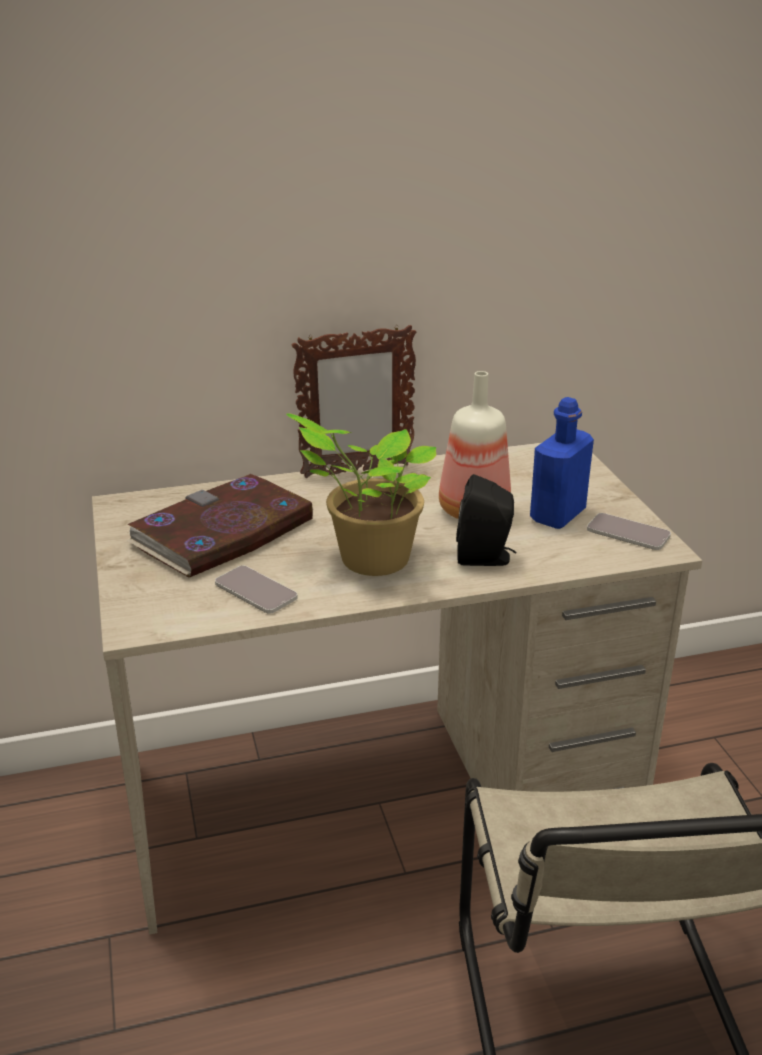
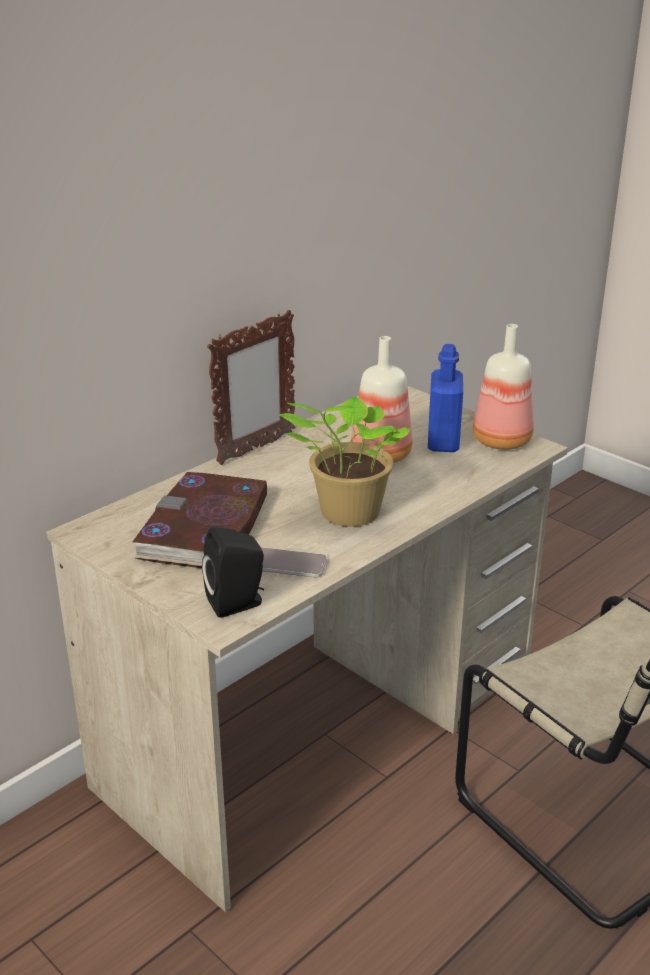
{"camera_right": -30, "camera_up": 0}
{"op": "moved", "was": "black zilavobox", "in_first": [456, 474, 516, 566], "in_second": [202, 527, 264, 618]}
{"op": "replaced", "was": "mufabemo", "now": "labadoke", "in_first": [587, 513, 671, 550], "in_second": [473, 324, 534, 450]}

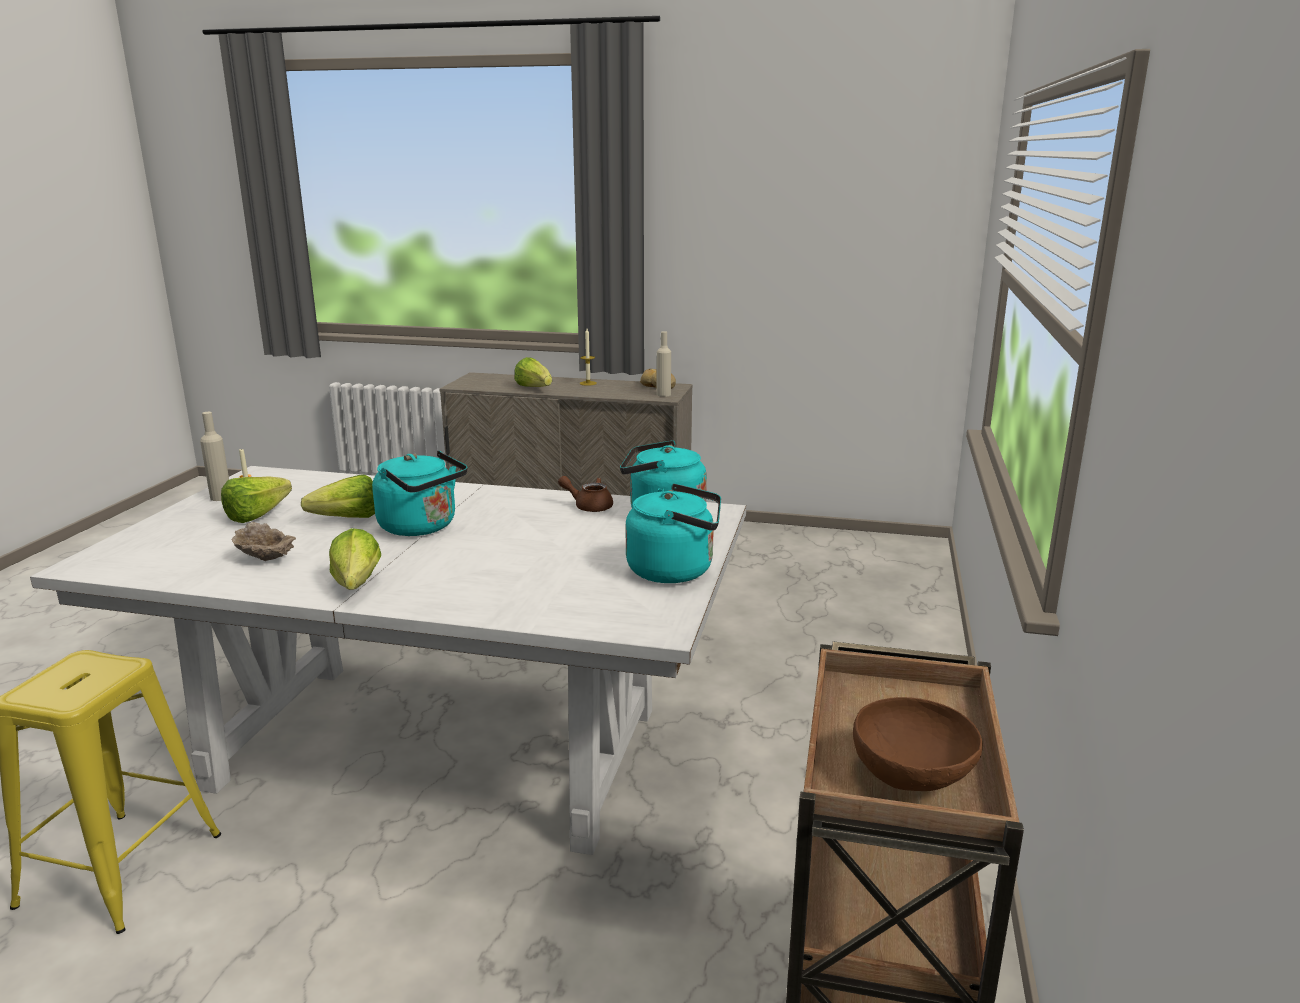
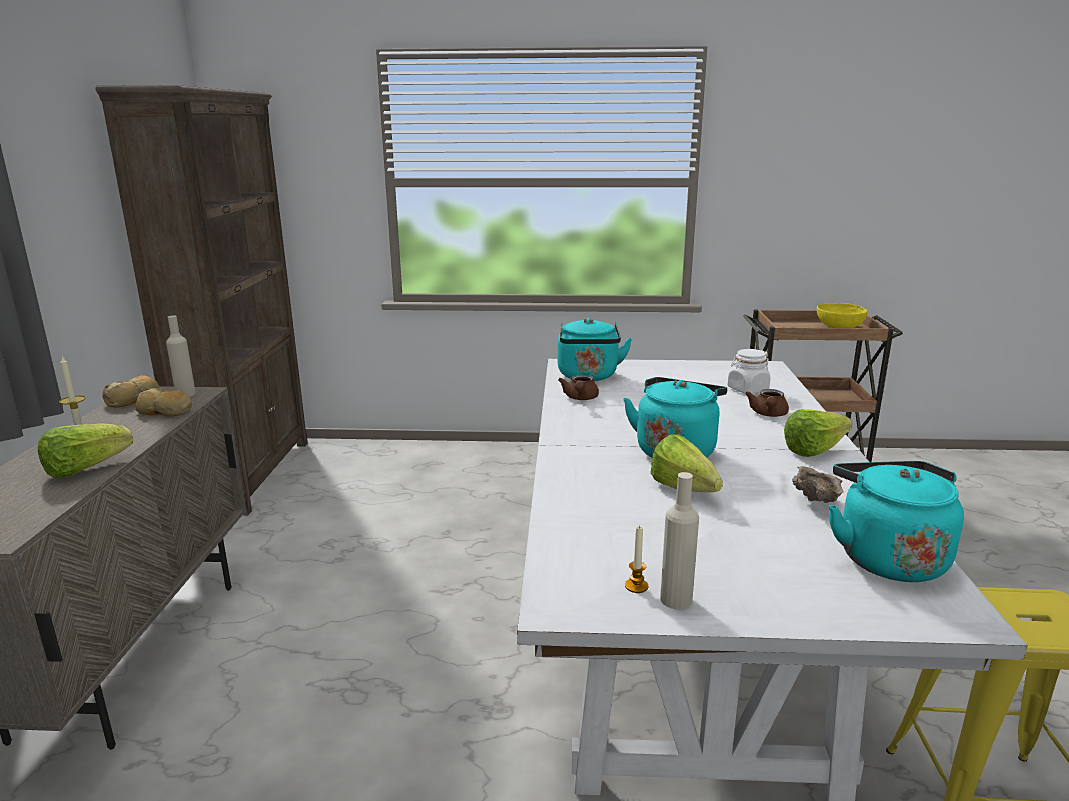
{"camera_right": -100, "camera_up": 0}
{"op": "removed", "was": "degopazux", "in_first": [221, 476, 292, 523]}
{"op": "added", "now": "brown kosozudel", "in_second": [95, 85, 308, 515]}
{"op": "added", "now": "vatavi", "in_second": [135, 388, 192, 417]}
{"op": "added", "now": "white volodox", "in_second": [727, 349, 770, 394]}
{"op": "added", "now": "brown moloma", "in_second": [745, 389, 789, 417]}
{"op": "moved", "was": "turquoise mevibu", "in_first": [626, 484, 721, 583], "in_second": [829, 461, 964, 582]}
{"op": "recoloured", "was": "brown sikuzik", "now": "yellow sikuzik", "in_first": [853, 697, 983, 791], "in_second": [817, 303, 867, 328]}

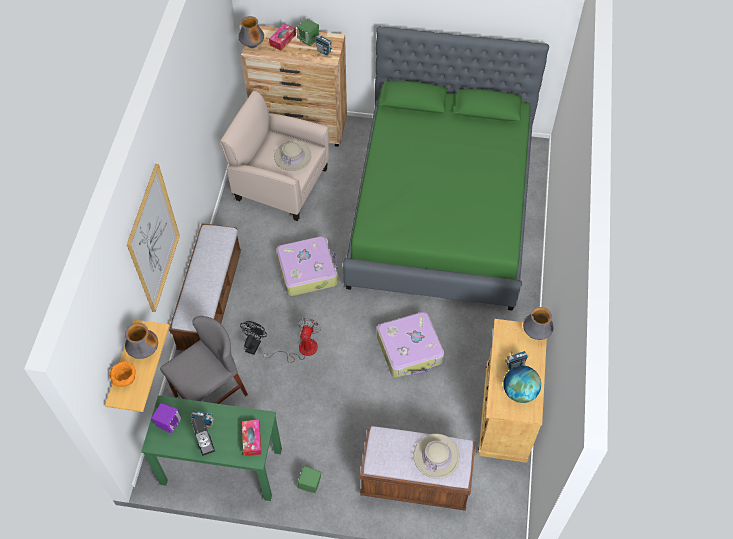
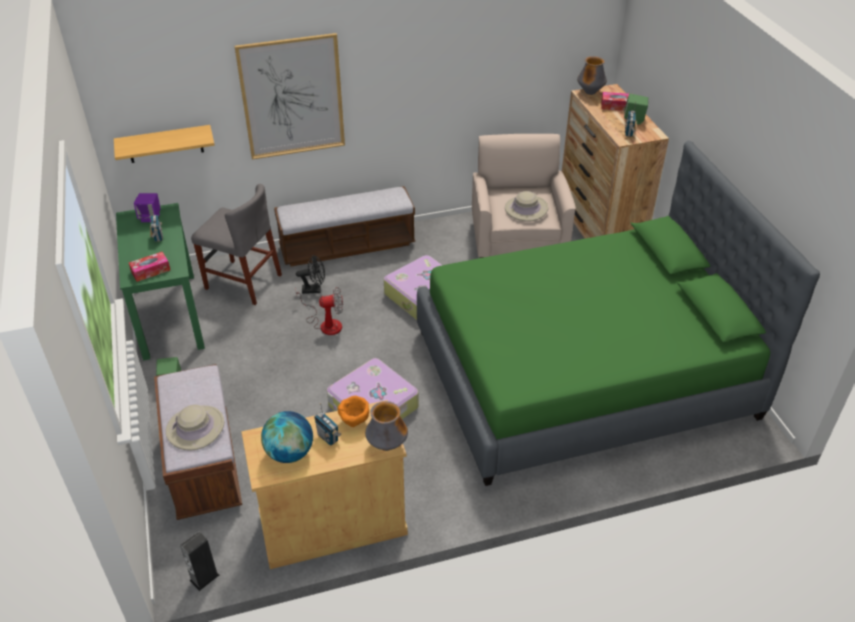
{"camera_right": 65, "camera_up": -15}
{"op": "removed", "was": "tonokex", "in_first": [125, 323, 158, 359]}
{"op": "moved", "was": "orange sikuzik", "in_first": [110, 361, 136, 387], "in_second": [338, 396, 369, 427]}
{"op": "moved", "was": "zilavobox", "in_first": [191, 416, 215, 456], "in_second": [180, 531, 219, 591]}

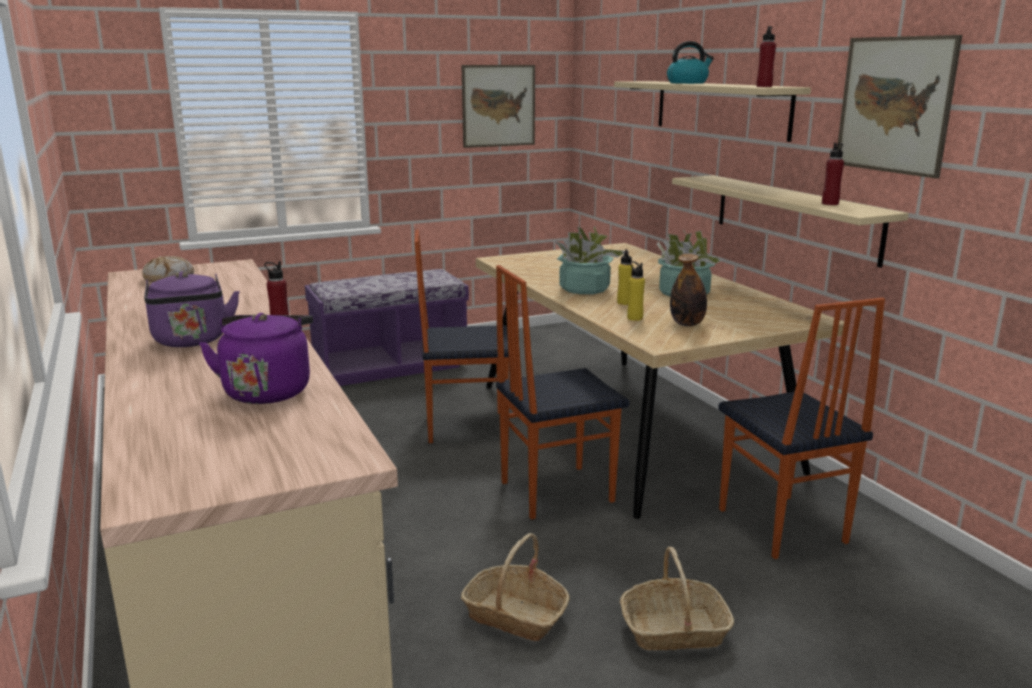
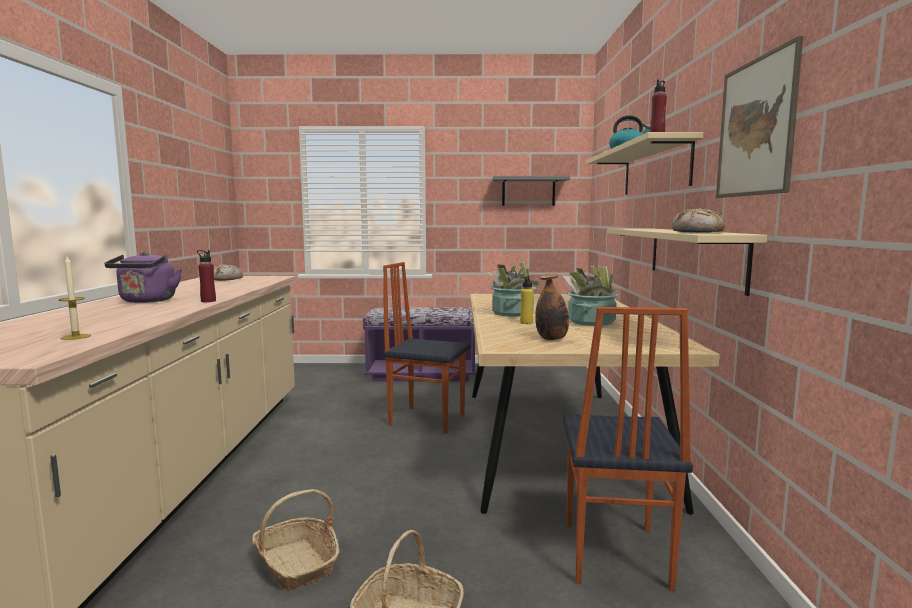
{"camera_right": 25, "camera_up": -10}
{"op": "removed", "was": "purple mevibu", "in_first": [199, 313, 313, 404]}
{"op": "removed", "was": "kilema", "in_first": [496, 265, 629, 520]}
{"op": "removed", "was": "yellow labadoke", "in_first": [627, 261, 645, 321]}
{"op": "added", "now": "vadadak", "in_second": [59, 256, 91, 340]}
{"op": "replaced", "was": "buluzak", "now": "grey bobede", "in_first": [462, 65, 535, 148], "in_second": [492, 176, 570, 206]}
{"op": "replaced", "was": "red labadoke", "now": "vatavi", "in_first": [822, 142, 844, 205], "in_second": [672, 208, 725, 233]}

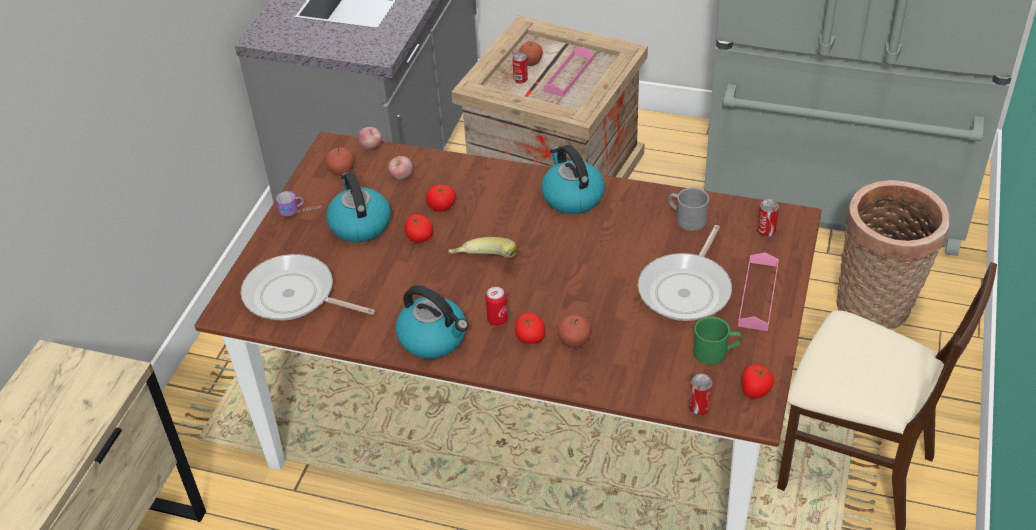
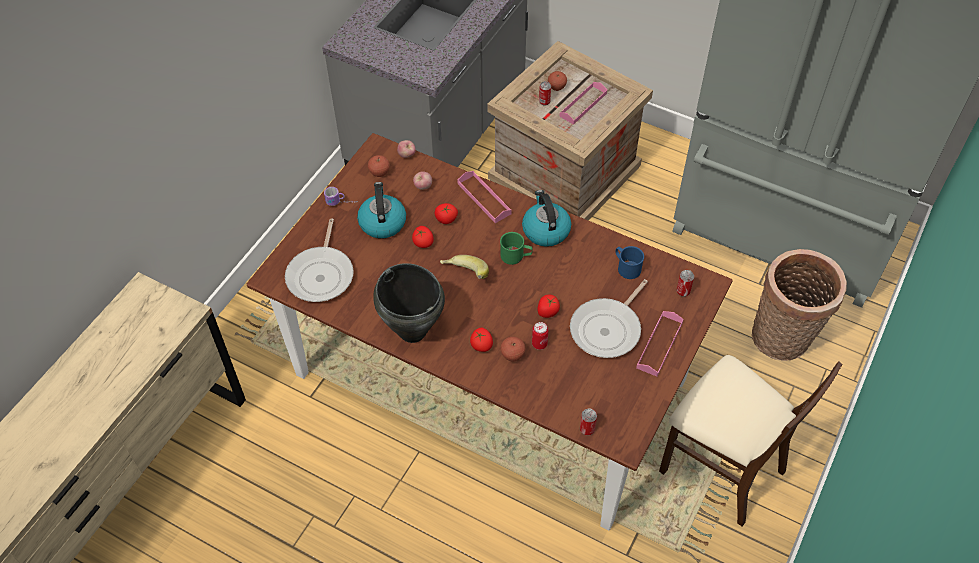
{"camera_right": 10, "camera_up": 10}
{"op": "added", "now": "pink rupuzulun", "in_second": [458, 171, 512, 223]}
{"op": "moved", "was": "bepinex", "in_first": [485, 286, 508, 326], "in_second": [532, 322, 548, 350]}
{"op": "moved", "was": "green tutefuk", "in_first": [693, 317, 742, 365], "in_second": [500, 232, 533, 265]}
{"op": "moved", "was": "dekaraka", "in_first": [742, 364, 774, 399], "in_second": [537, 295, 560, 318]}
{"op": "replaced", "was": "mevibu", "now": "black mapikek", "in_first": [396, 285, 468, 359], "in_second": [373, 263, 445, 343]}
{"op": "recoloured", "was": "grey tutefuk", "now": "blue tutefuk", "in_first": [669, 188, 709, 231], "in_second": [615, 246, 644, 279]}
{"op": "turned", "was": "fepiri", "in_first": [241, 254, 375, 321], "in_second": [285, 218, 354, 302], "clockwise": -120}

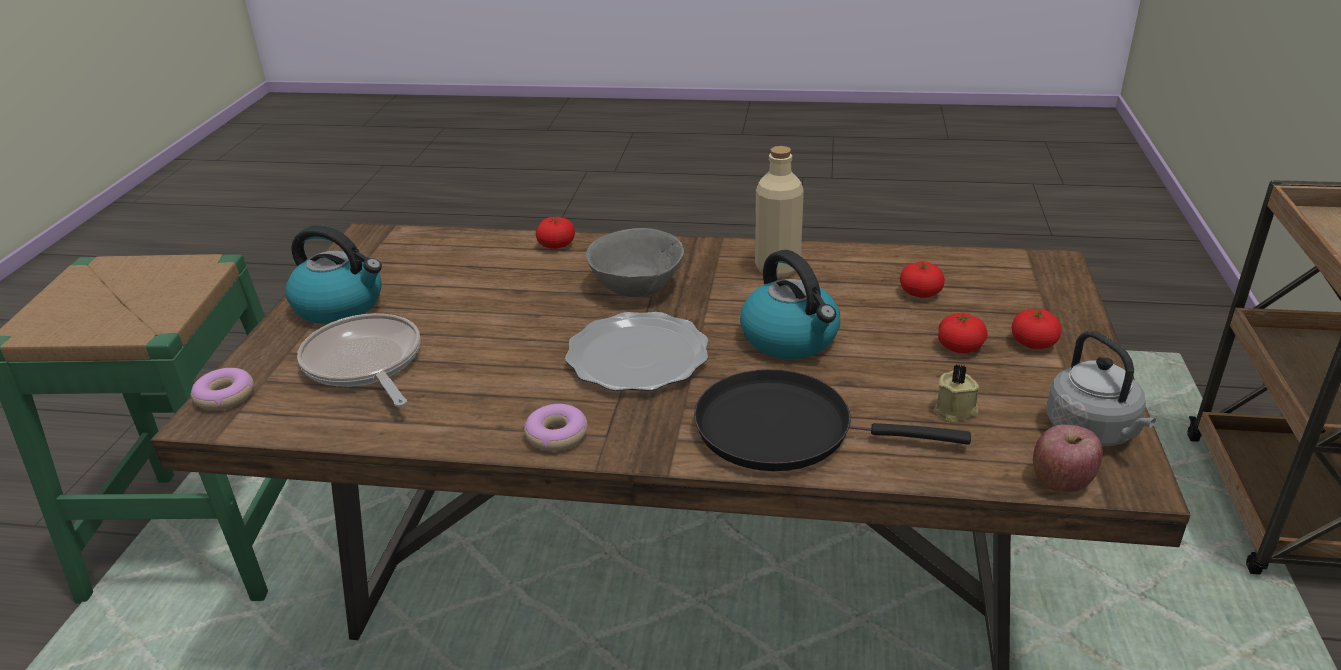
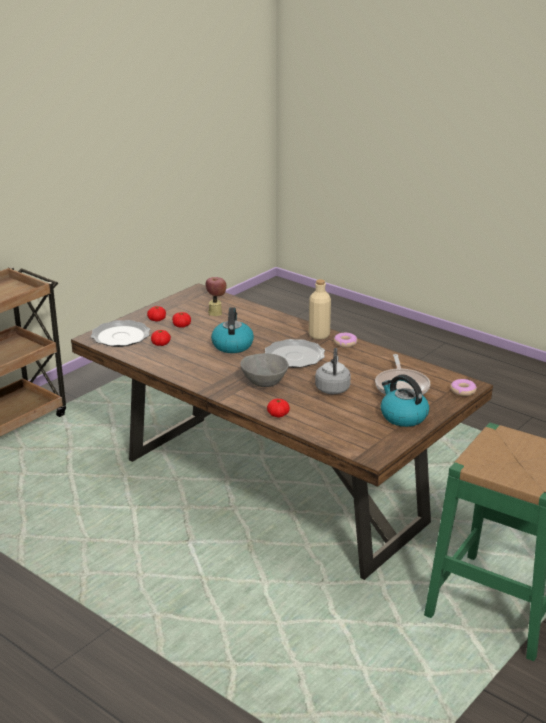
{"camera_right": -150, "camera_up": -5}
{"op": "removed", "was": "black fepiri", "in_first": [694, 369, 971, 471]}
{"op": "added", "now": "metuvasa", "in_second": [91, 320, 150, 347]}
{"op": "moved", "was": "beige labadoke", "in_first": [755, 146, 804, 277], "in_second": [309, 279, 331, 340]}
{"op": "moved", "was": "grey mevibu", "in_first": [1047, 330, 1156, 446], "in_second": [315, 348, 351, 394]}

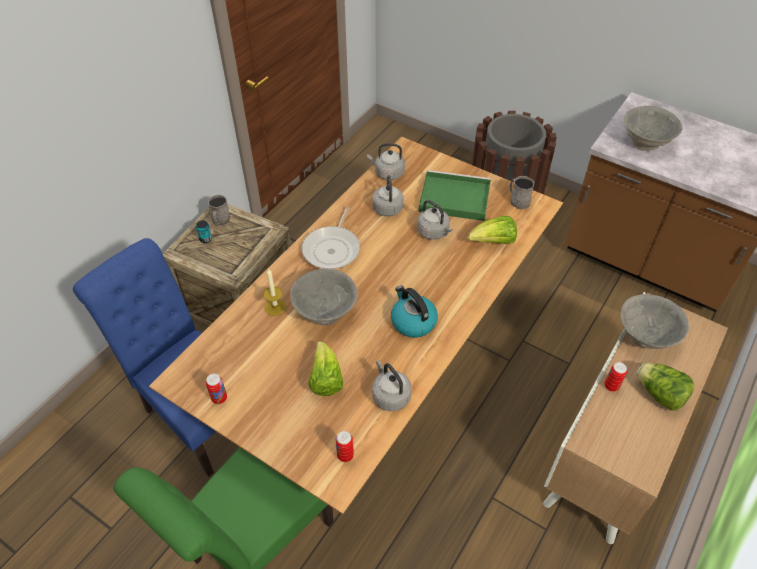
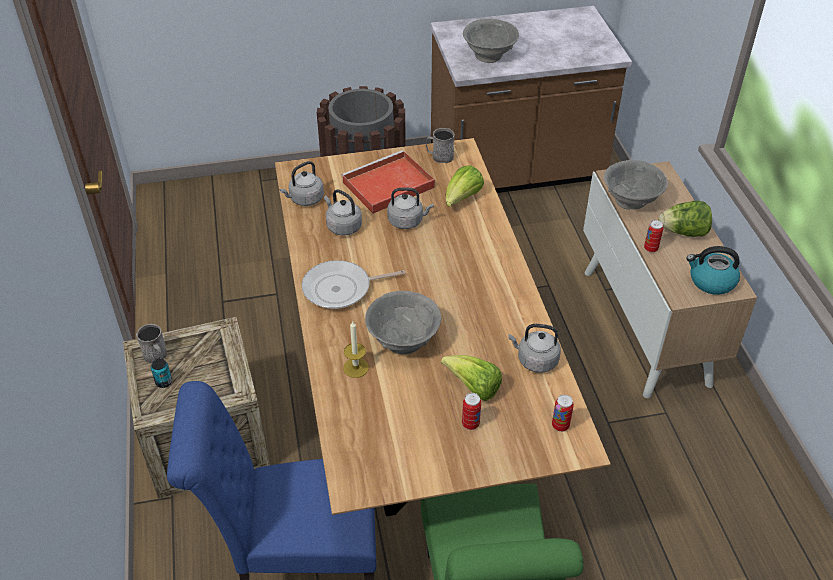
{"camera_right": -45, "camera_up": -5}
{"op": "moved", "was": "bepinex", "in_first": [206, 373, 227, 404], "in_second": [462, 393, 481, 430]}
{"op": "moved", "was": "mevibu", "in_first": [391, 286, 438, 338], "in_second": [686, 246, 740, 295]}
{"op": "recoloured", "was": "green rupuzulun", "now": "red rupuzulun", "in_first": [418, 170, 491, 221], "in_second": [341, 150, 435, 214]}
{"op": "turned", "was": "fepiri", "in_first": [302, 206, 360, 269], "in_second": [301, 260, 406, 309], "clockwise": 105}

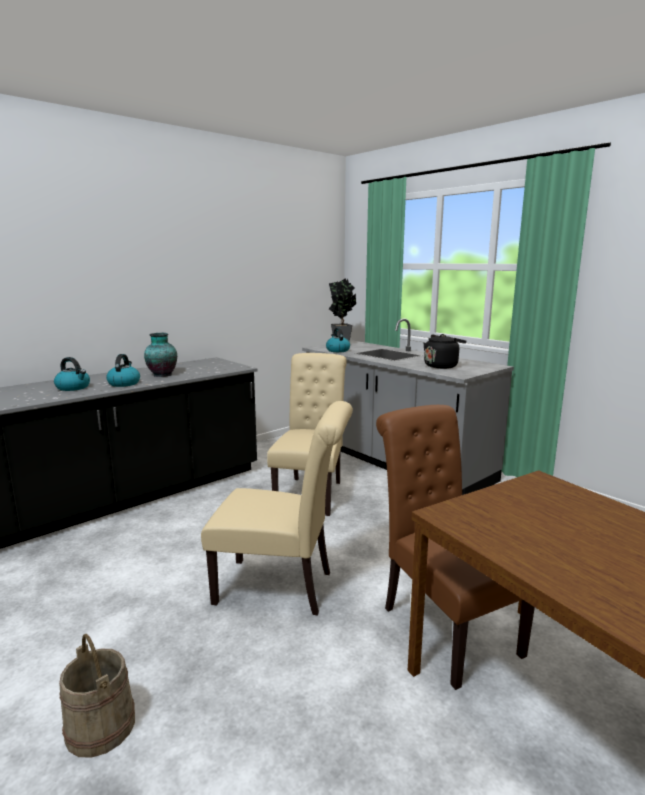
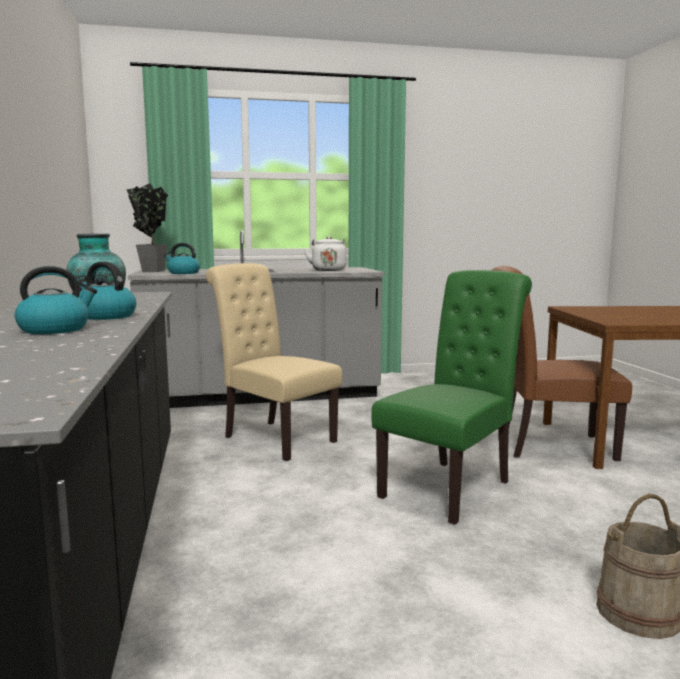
{"camera_right": -60, "camera_up": -5}
{"op": "recoloured", "was": "beige kilema", "now": "green kilema", "in_first": [201, 401, 353, 616], "in_second": [371, 270, 532, 525]}
{"op": "recoloured", "was": "black mevibu", "now": "white mevibu", "in_first": [423, 334, 466, 369], "in_second": [304, 236, 347, 271]}

